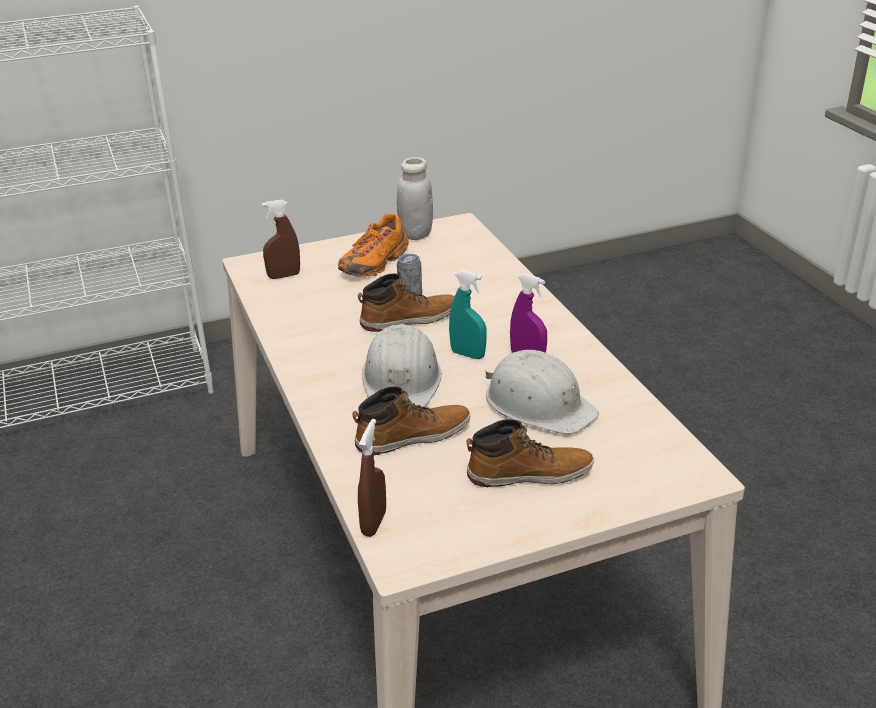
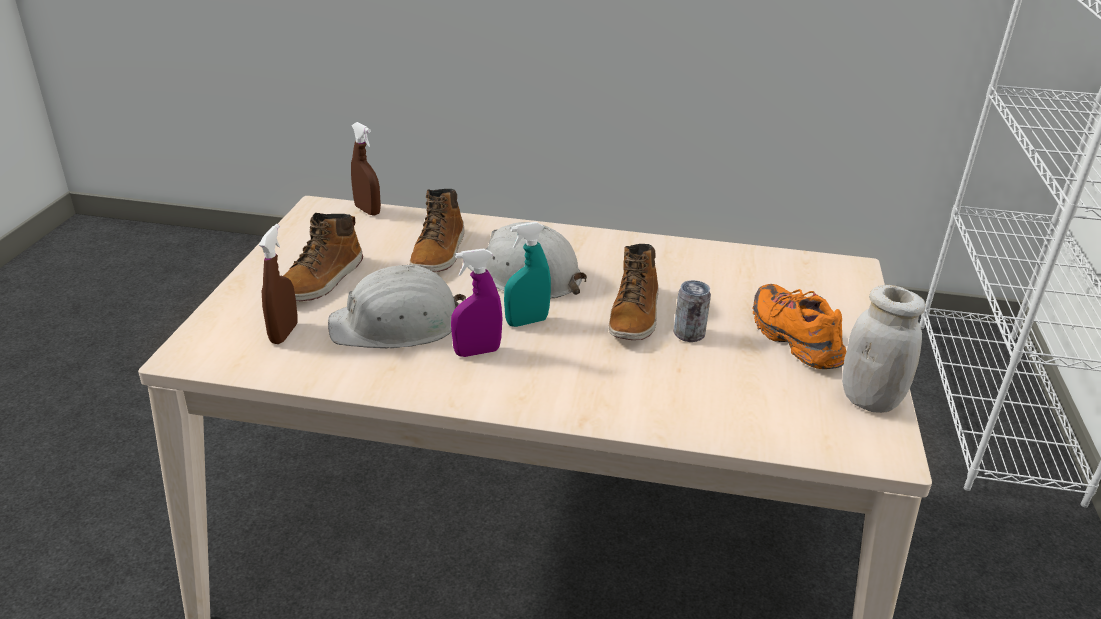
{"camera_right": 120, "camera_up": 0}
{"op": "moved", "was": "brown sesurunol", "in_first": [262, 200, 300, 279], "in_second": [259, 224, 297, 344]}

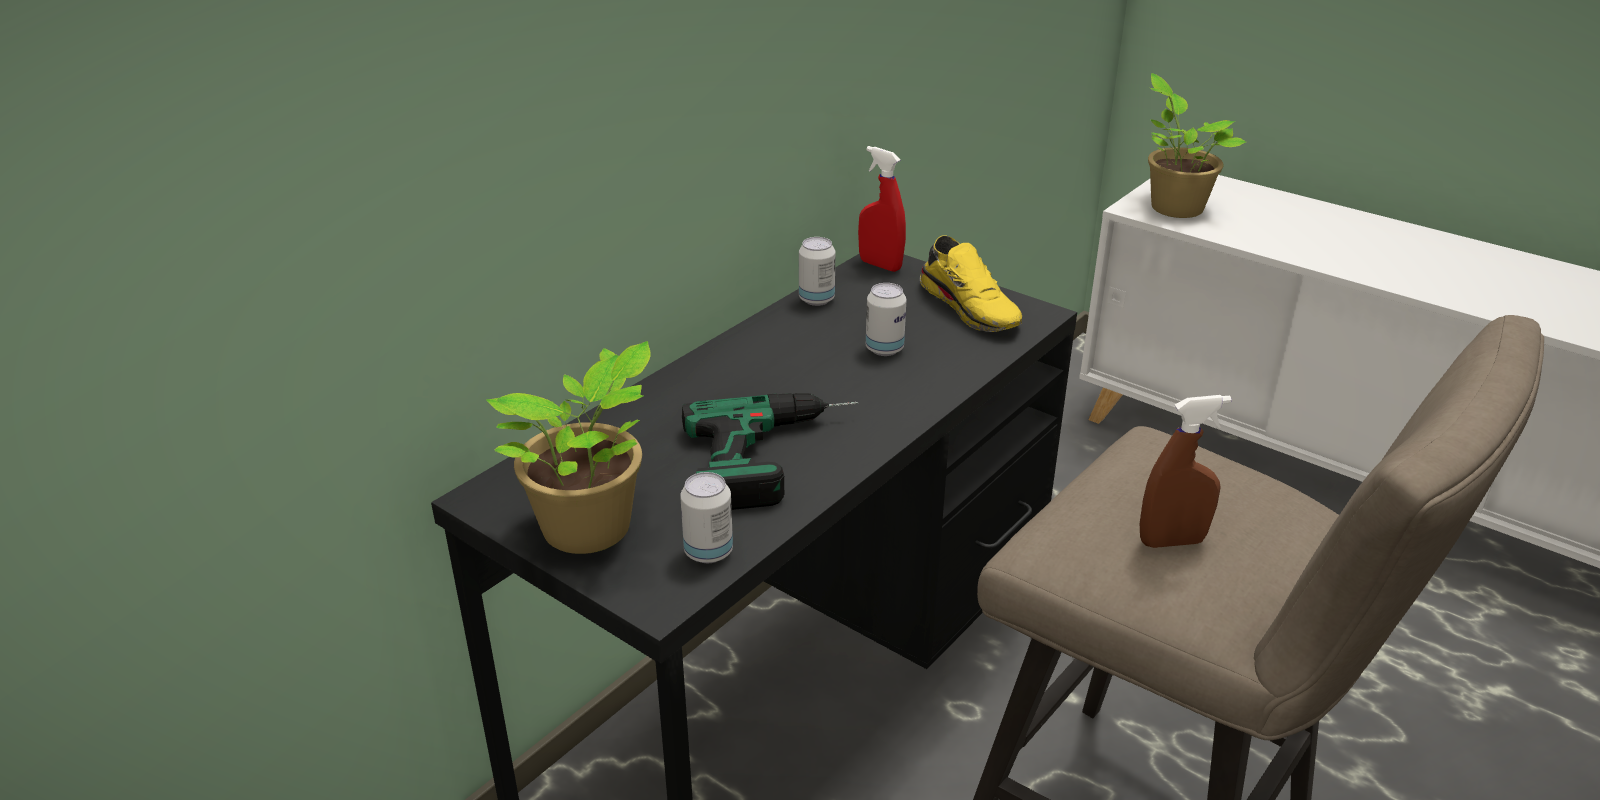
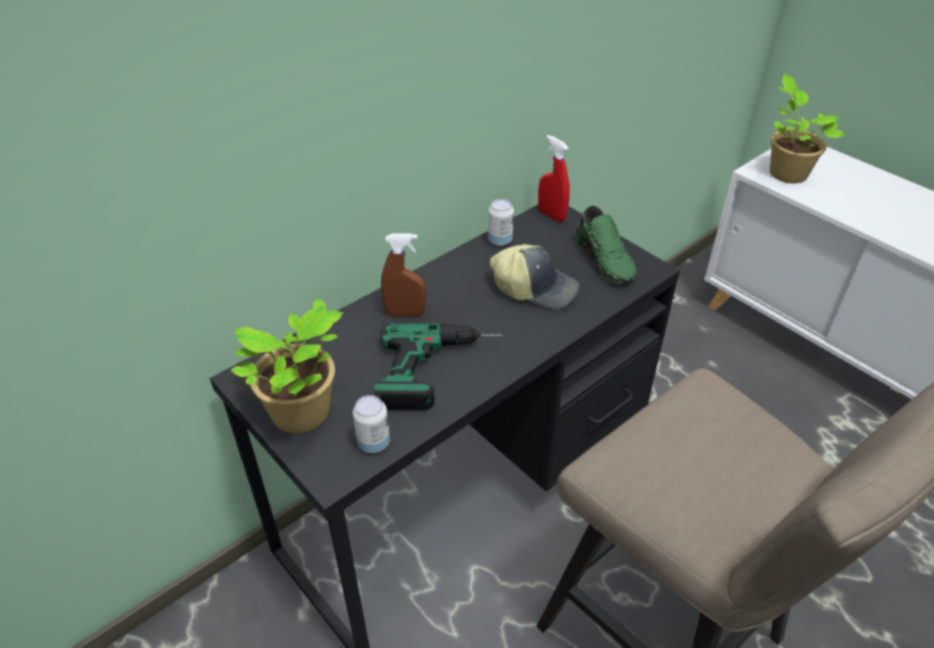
{"camera_right": 10, "camera_up": 10}
{"op": "moved", "was": "brown sesurunol", "in_first": [1140, 395, 1231, 548], "in_second": [381, 233, 426, 317]}
{"op": "replaced", "was": "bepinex", "now": "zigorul", "in_first": [866, 283, 906, 356], "in_second": [490, 244, 580, 310]}
{"op": "recoloured", "was": "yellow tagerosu", "now": "green tagerosu", "in_first": [920, 235, 1022, 332], "in_second": [574, 206, 637, 283]}

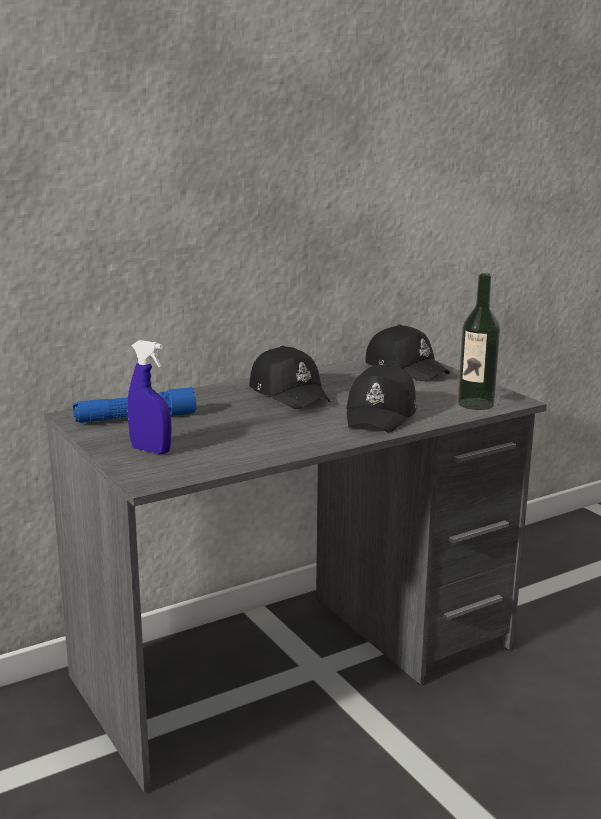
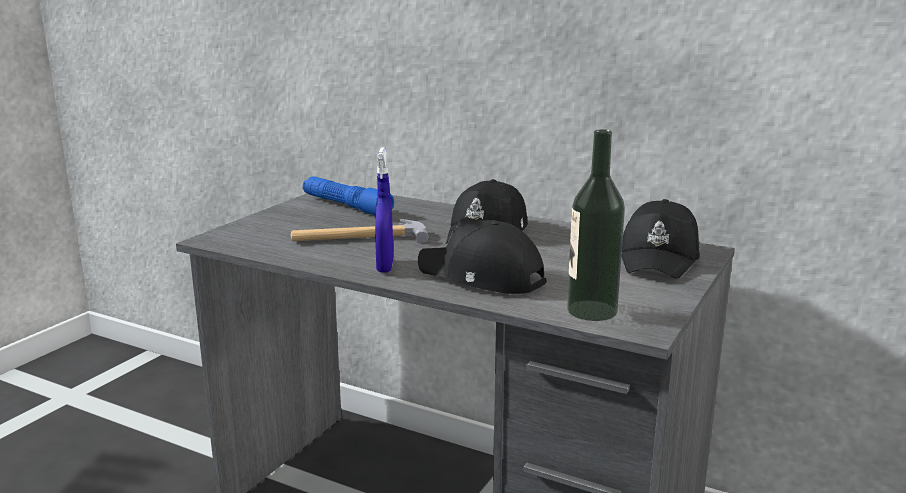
{"camera_right": 60, "camera_up": 0}
{"op": "added", "now": "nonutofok", "in_second": [291, 219, 429, 243]}
{"op": "moved", "was": "blue sesurunol", "in_first": [128, 340, 171, 454], "in_second": [375, 147, 393, 272]}
{"op": "turned", "was": "black zigorul", "in_first": [346, 363, 416, 432], "in_second": [418, 218, 546, 294], "clockwise": 45}

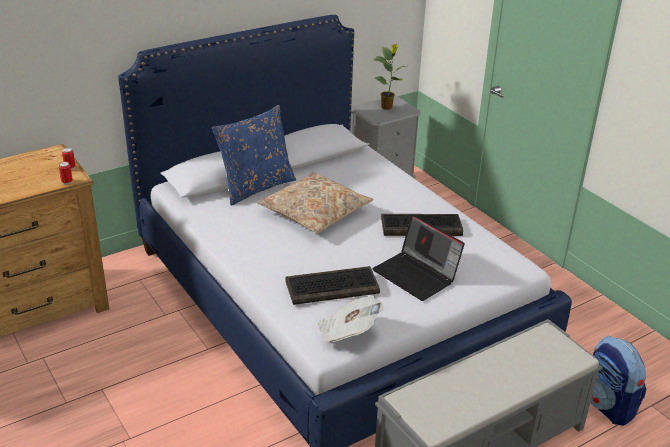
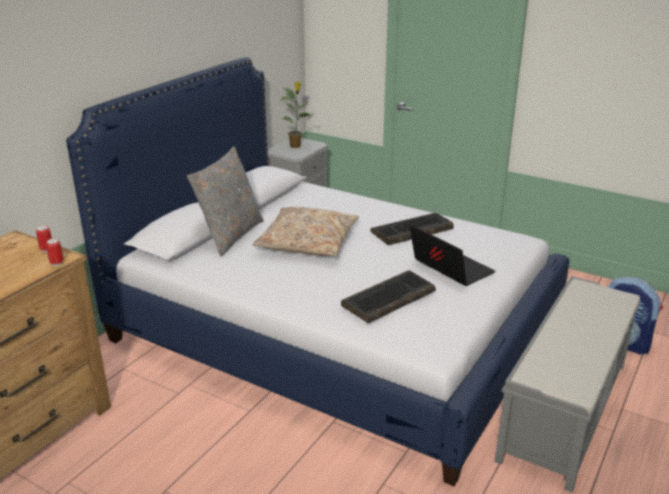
{"camera_right": -25, "camera_up": -5}
{"op": "removed", "was": "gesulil", "in_first": [318, 296, 383, 343]}
{"op": "recoloured", "was": "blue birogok", "now": "grey birogok", "in_first": [212, 105, 296, 206], "in_second": [187, 146, 264, 256]}
{"op": "turned", "was": "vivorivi", "in_first": [372, 214, 465, 301], "in_second": [409, 224, 495, 286], "clockwise": -150}

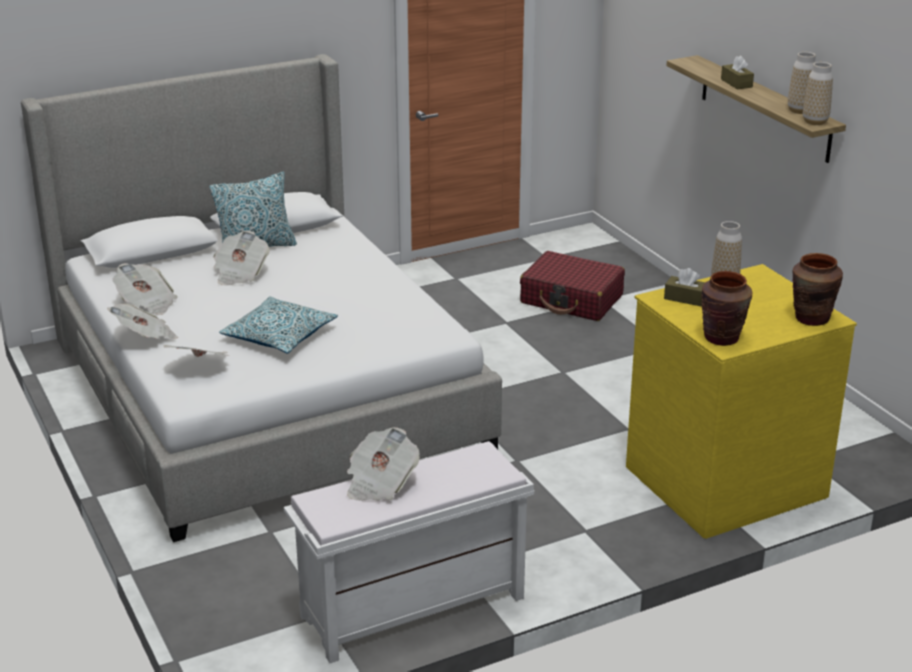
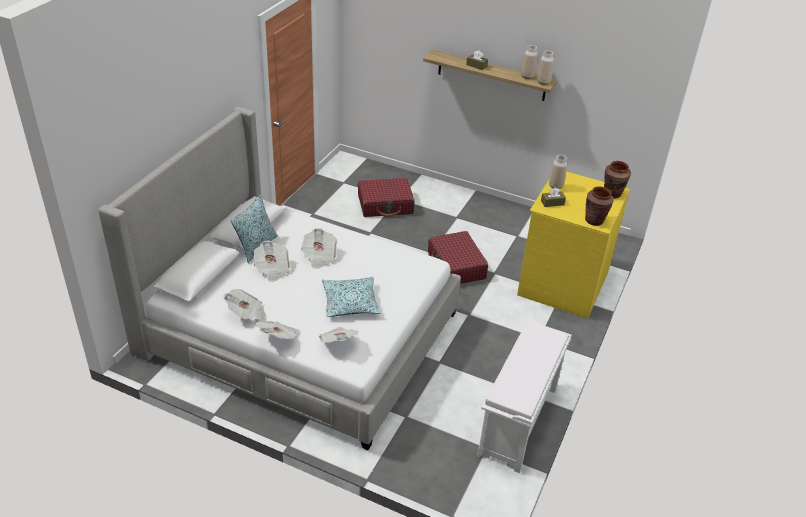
{"camera_right": -40, "camera_up": 10}
{"op": "added", "now": "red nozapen", "in_second": [428, 231, 488, 284]}
{"op": "moved", "was": "gesulil", "in_first": [347, 427, 420, 501], "in_second": [301, 228, 337, 269]}

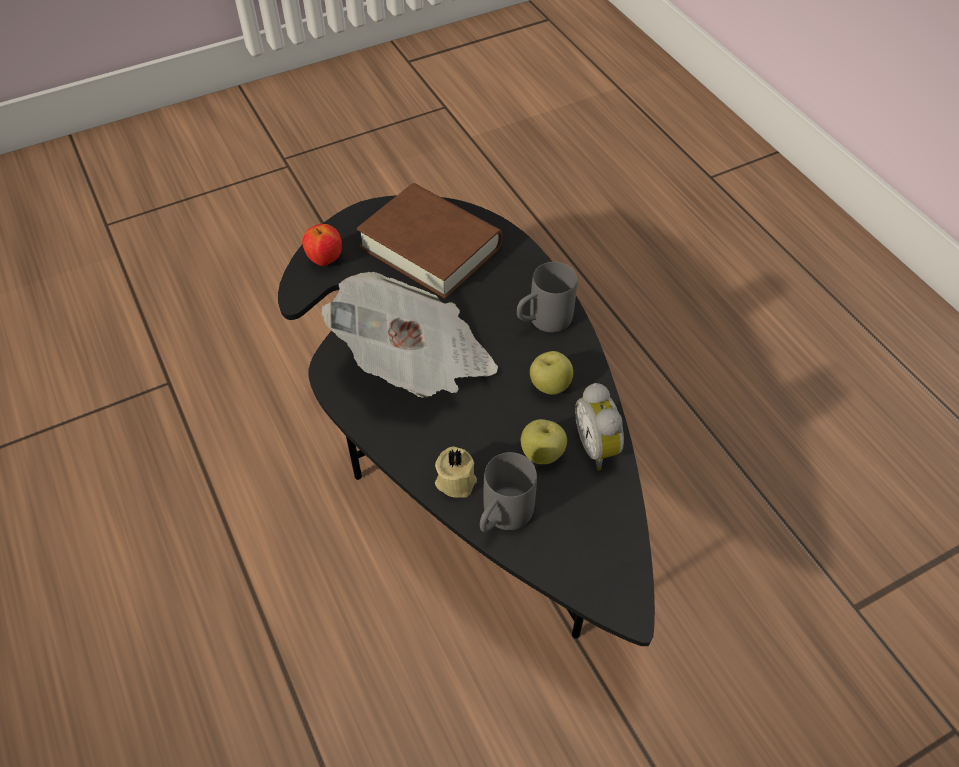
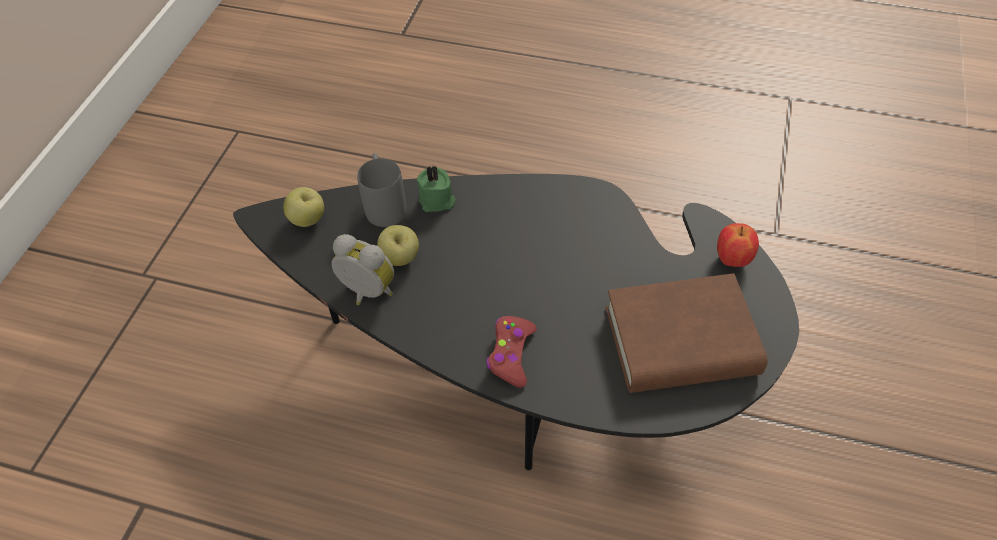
{"camera_right": 135, "camera_up": 0}
{"op": "removed", "was": "gesulil", "in_first": [321, 272, 498, 398]}
{"op": "moved", "was": "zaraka", "in_first": [530, 351, 573, 395], "in_second": [283, 187, 324, 227]}
{"op": "replaced", "was": "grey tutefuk", "now": "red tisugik", "in_first": [517, 262, 577, 333], "in_second": [487, 316, 537, 388]}
{"op": "recoloured", "was": "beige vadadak", "now": "green vadadak", "in_first": [435, 446, 477, 498], "in_second": [417, 165, 456, 212]}

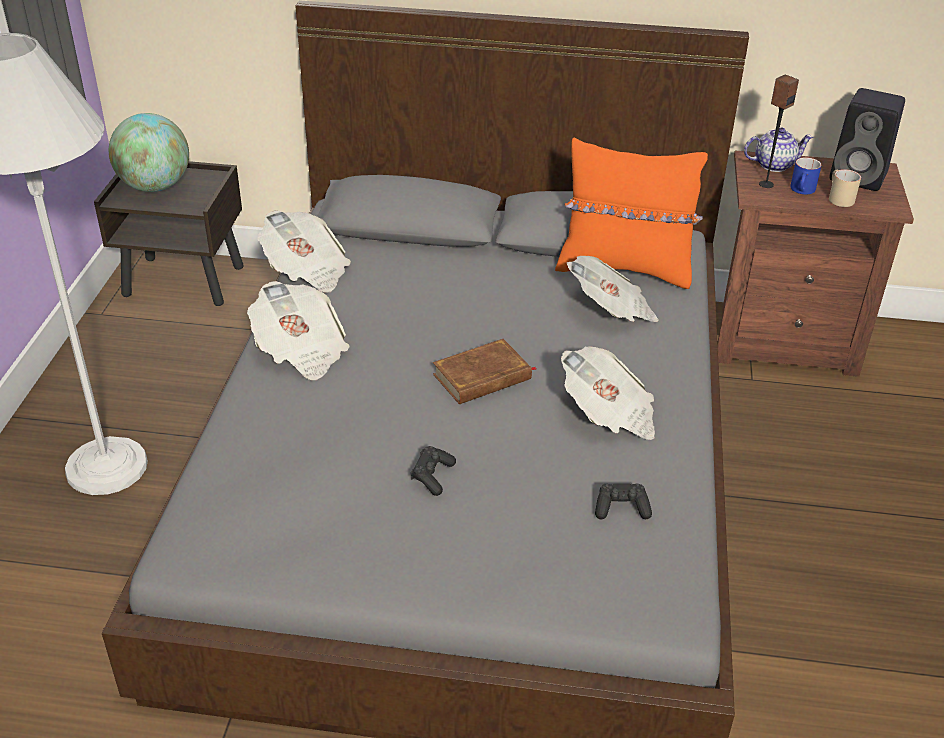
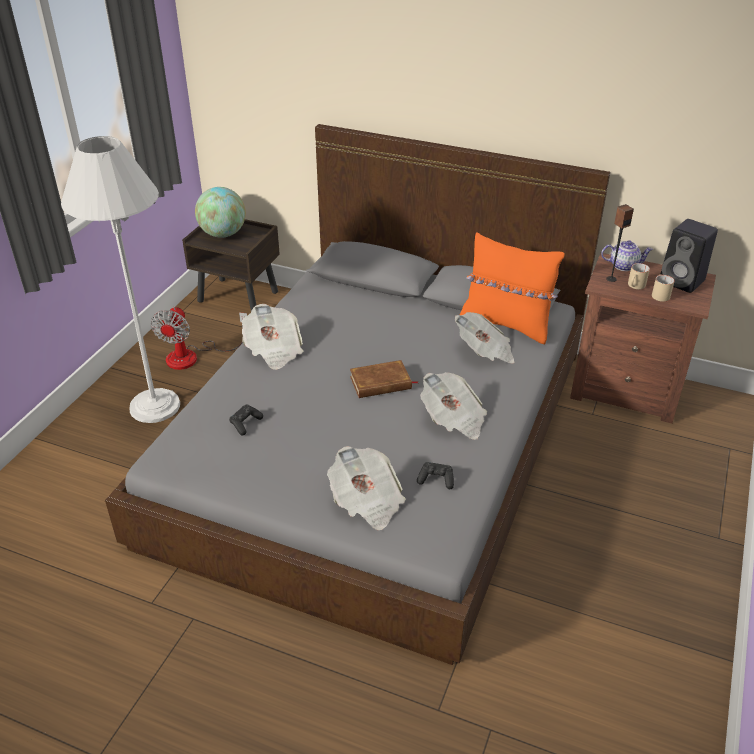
{"camera_right": 15, "camera_up": 0}
{"op": "added", "now": "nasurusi", "in_second": [150, 306, 247, 370]}
{"op": "moved", "was": "gesulil", "in_first": [258, 210, 351, 293], "in_second": [327, 446, 406, 530]}
{"op": "moved", "was": "black tisugik", "in_first": [410, 446, 456, 496], "in_second": [229, 405, 263, 435]}
{"op": "recoloured", "was": "blue tutefuk", "now": "beige tutefuk", "in_first": [790, 157, 822, 194], "in_second": [628, 263, 650, 289]}

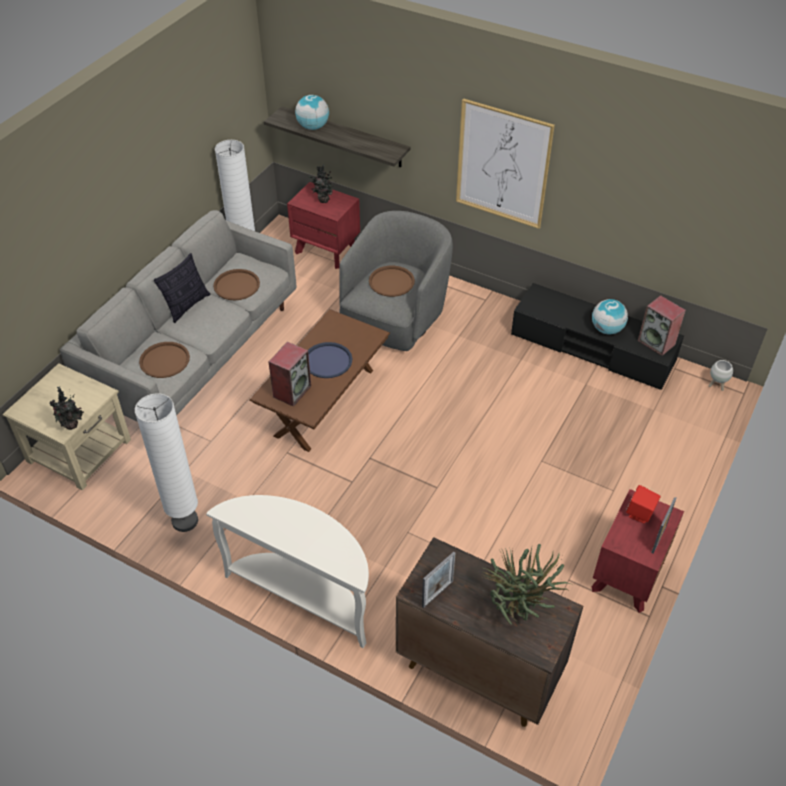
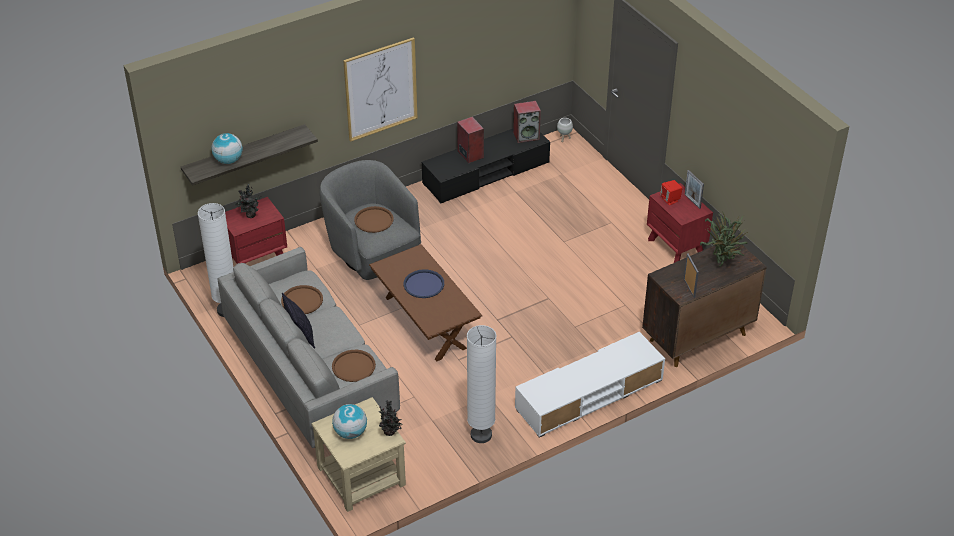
{"camera_right": -60, "camera_up": -5}
{"op": "moved", "was": "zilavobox", "in_first": [269, 342, 311, 407], "in_second": [457, 117, 484, 163]}
{"op": "moved", "was": "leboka", "in_first": [592, 299, 628, 335], "in_second": [332, 404, 367, 439]}
{"op": "replaced", "was": "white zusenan", "now": "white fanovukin", "in_first": [206, 495, 369, 648], "in_second": [515, 332, 665, 438]}

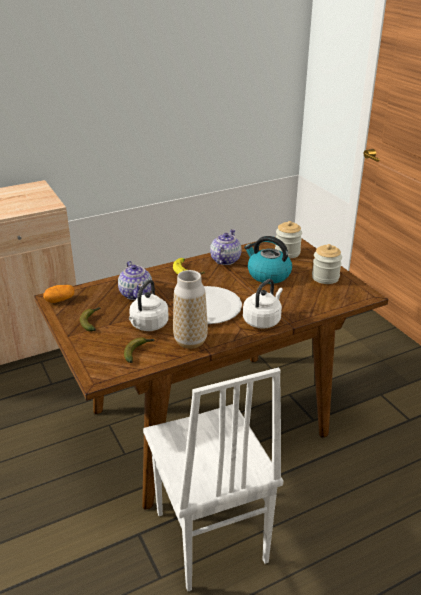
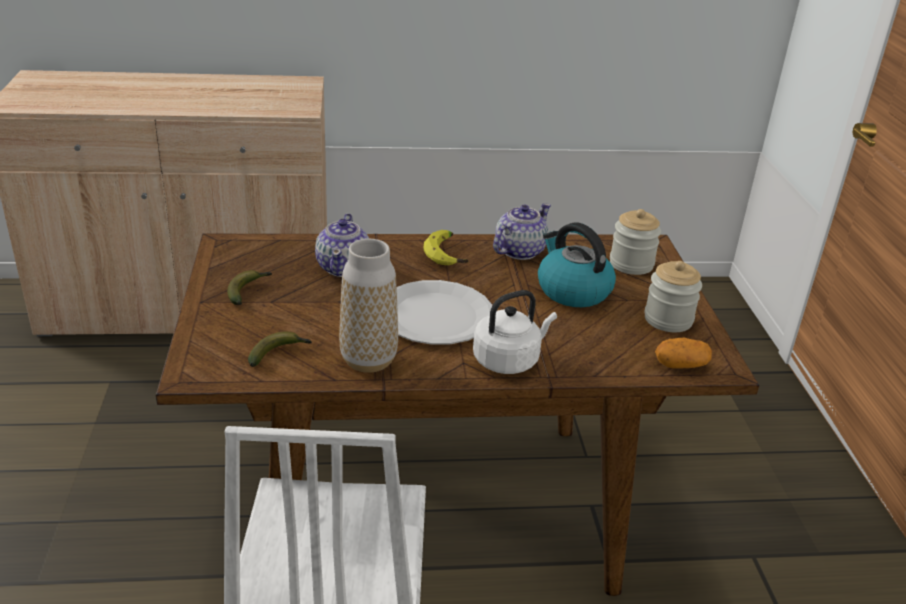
{"camera_right": 20, "camera_up": 0}
{"op": "removed", "was": "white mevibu", "in_first": [129, 280, 169, 331]}
{"op": "moved", "was": "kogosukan", "in_first": [43, 285, 75, 303], "in_second": [655, 338, 712, 369]}

